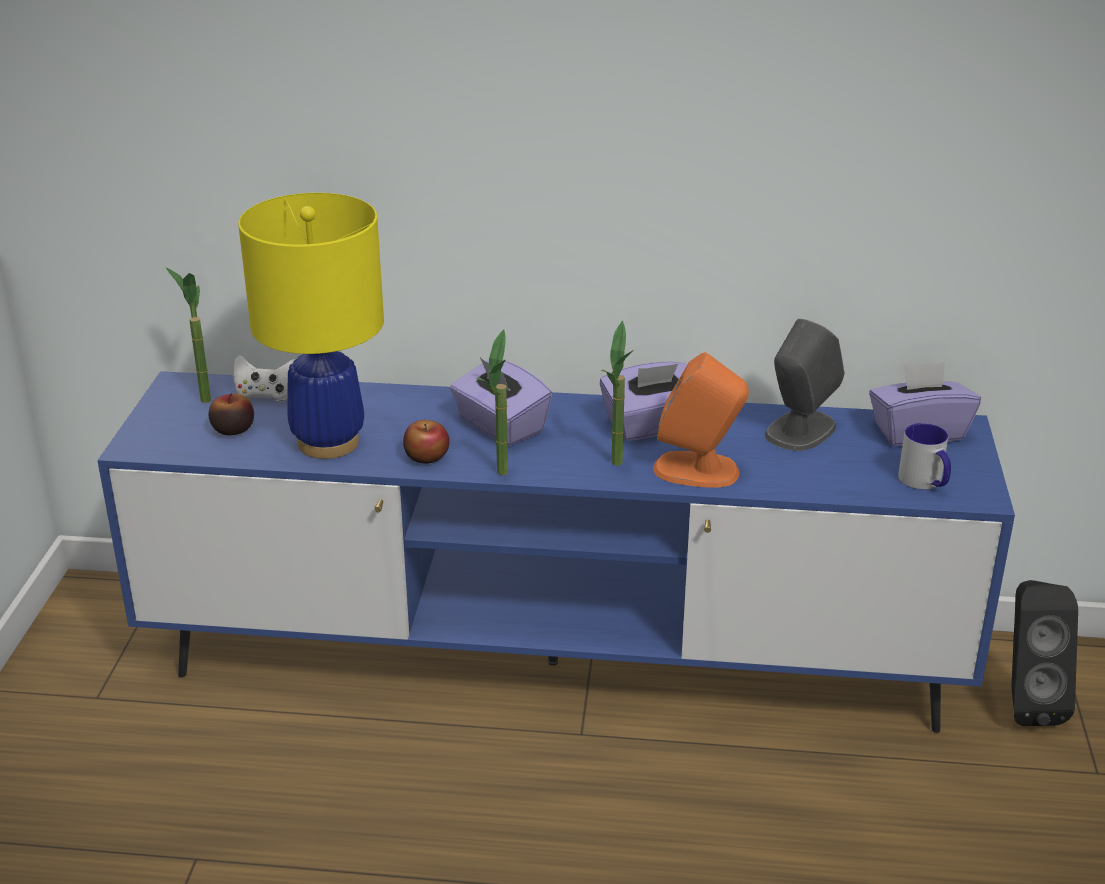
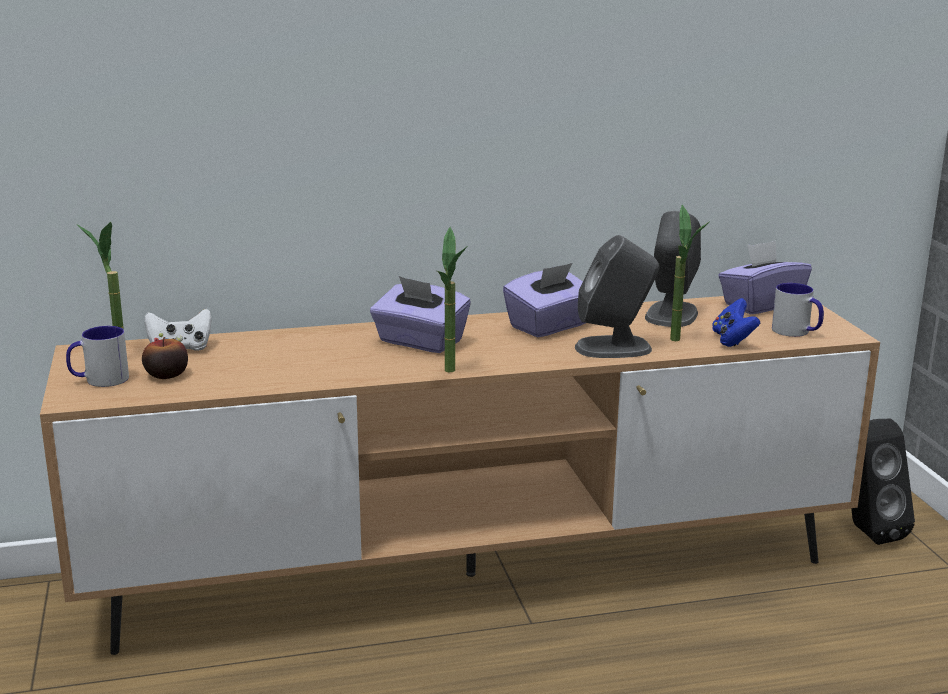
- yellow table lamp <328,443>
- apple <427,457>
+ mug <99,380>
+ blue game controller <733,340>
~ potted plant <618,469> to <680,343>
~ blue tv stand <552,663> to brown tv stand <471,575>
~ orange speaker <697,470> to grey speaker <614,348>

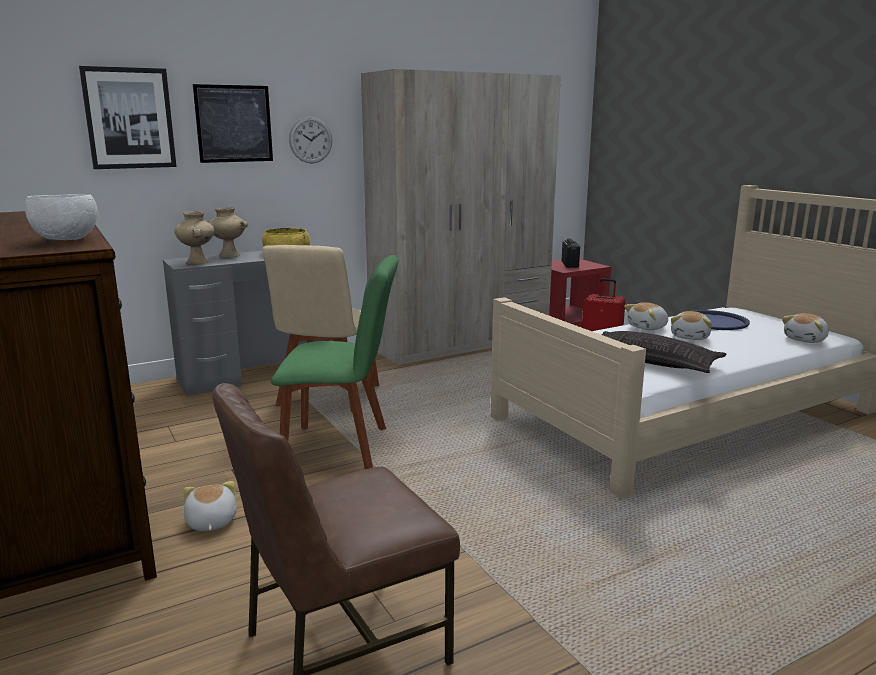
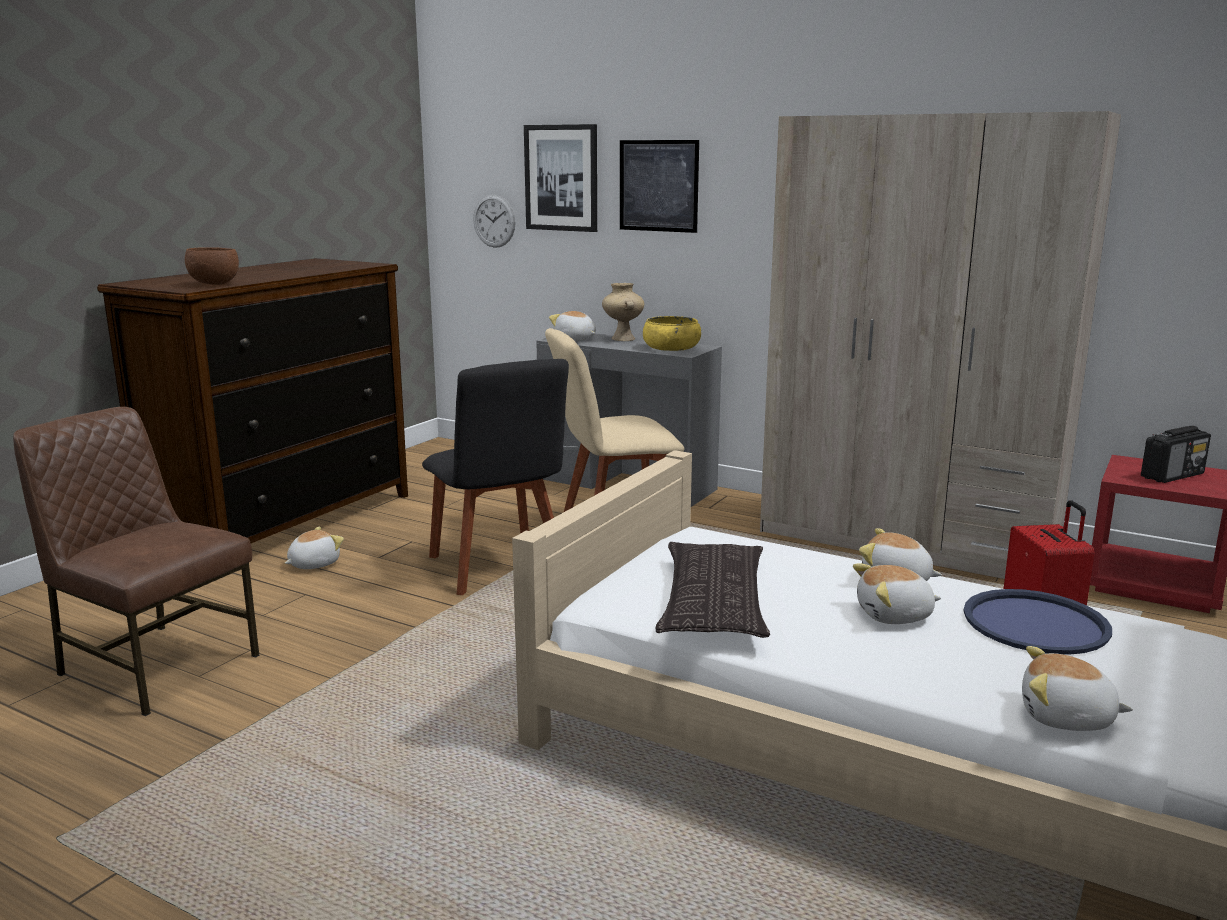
~ wall clock <310,140> to <494,221>
~ beige vase <198,262> to plush toy <575,339>
~ white bowl <67,240> to brown bowl <215,284>
~ green chair <342,448> to black chair <499,568>

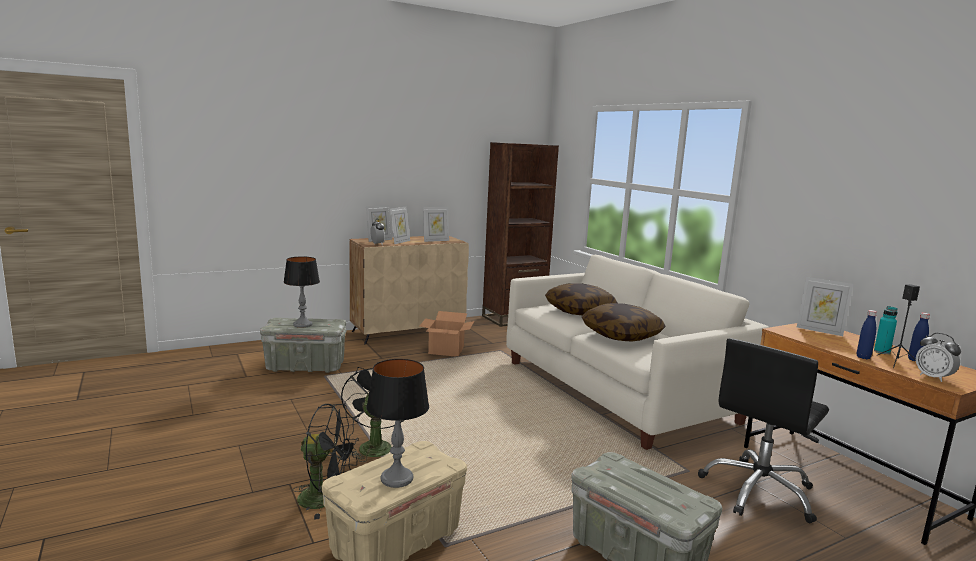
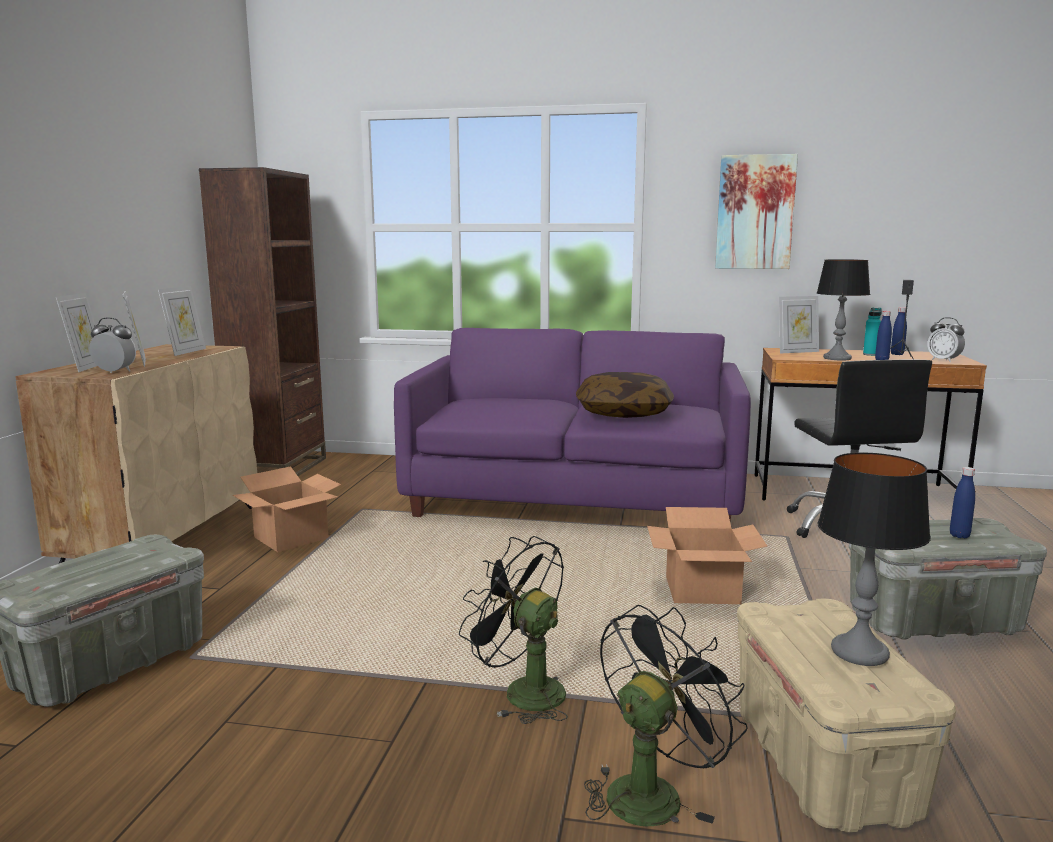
- pillow <579,311>
+ cardboard box <703,591>
+ picture <755,212>
+ blue bottle <959,535>
~ table lamp <303,324> to <837,358>
~ white sofa <616,391> to purple sofa <576,499>
~ alarm clock <933,377> = <943,360> 45 degrees clockwise

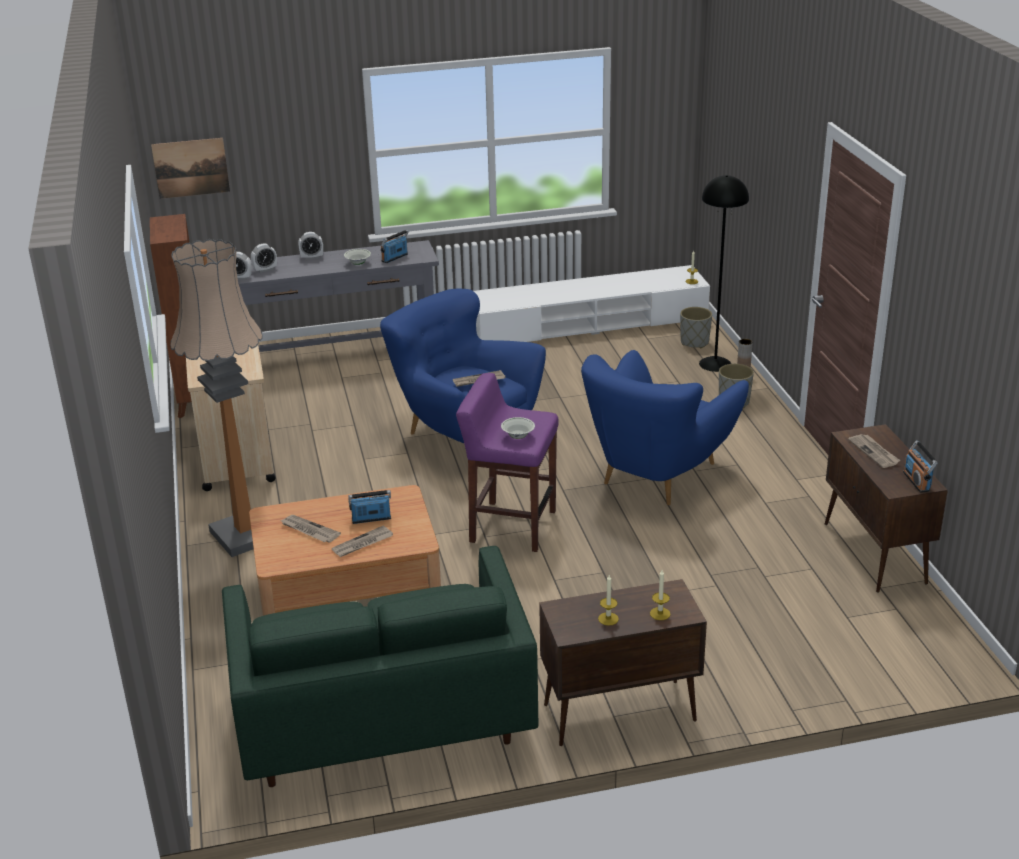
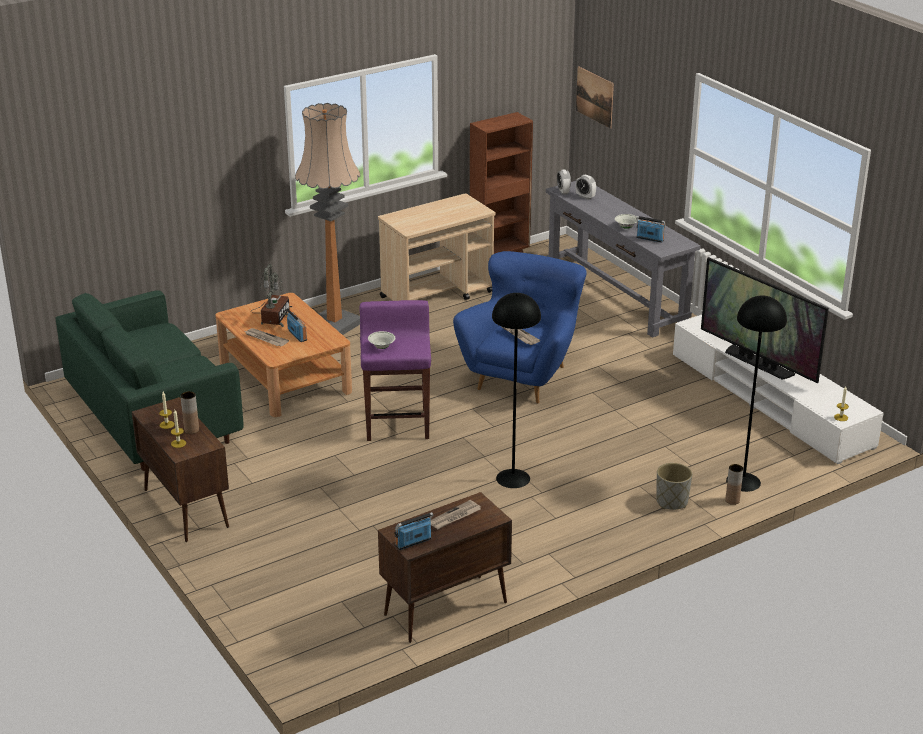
- alarm clock <312,257>
- grey planter <695,342>
+ brown vase <191,430>
+ television <758,363>
~ newspaper <309,530> to table lamp <274,317>
~ blue armchair <656,474> to black floor lamp <512,478>

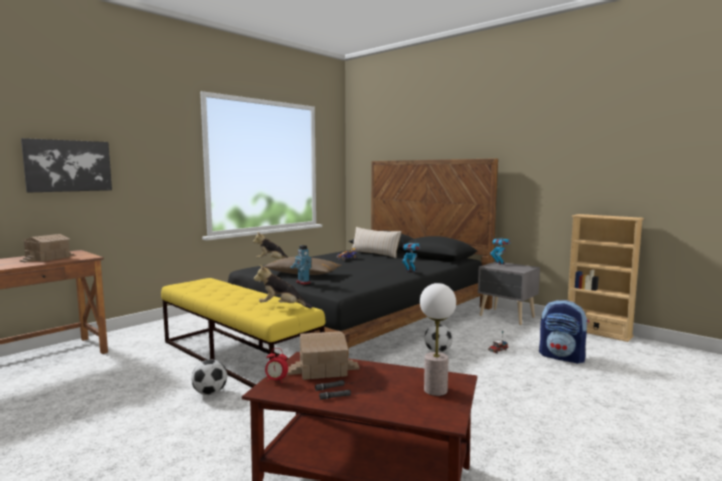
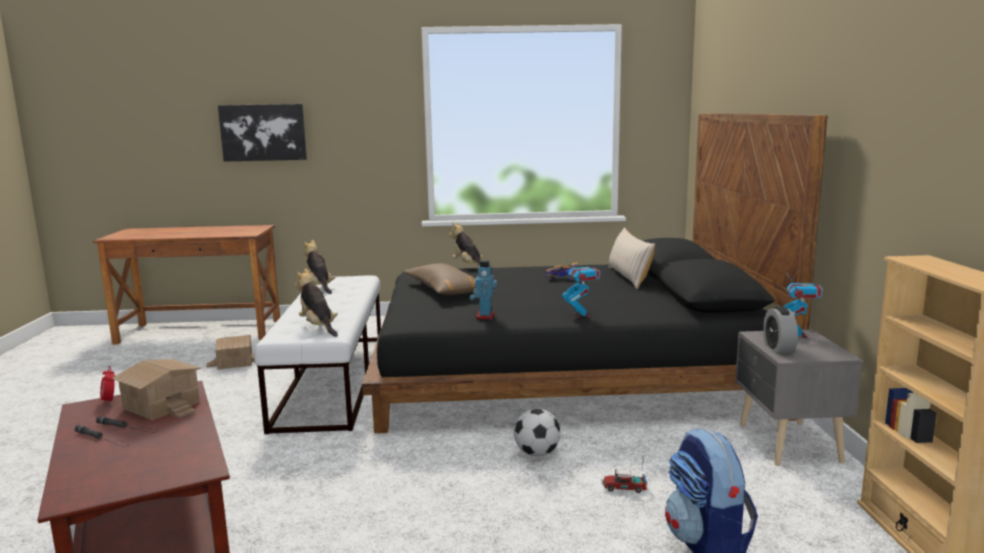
- football <210,393>
- table lamp <435,390>
+ plush toy <320,287>
+ alarm clock <778,349>
~ toy house <47,258> to <235,362>
~ toy robot <303,283> to <484,316>
~ yellow bench <238,358> to white bench <332,380>

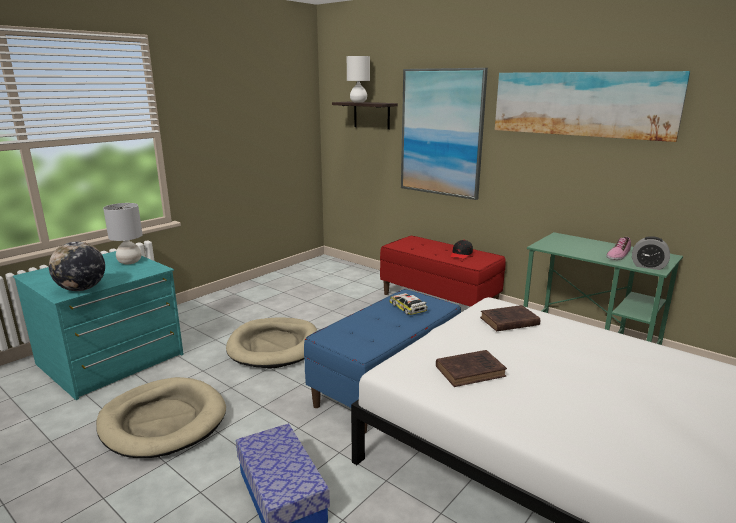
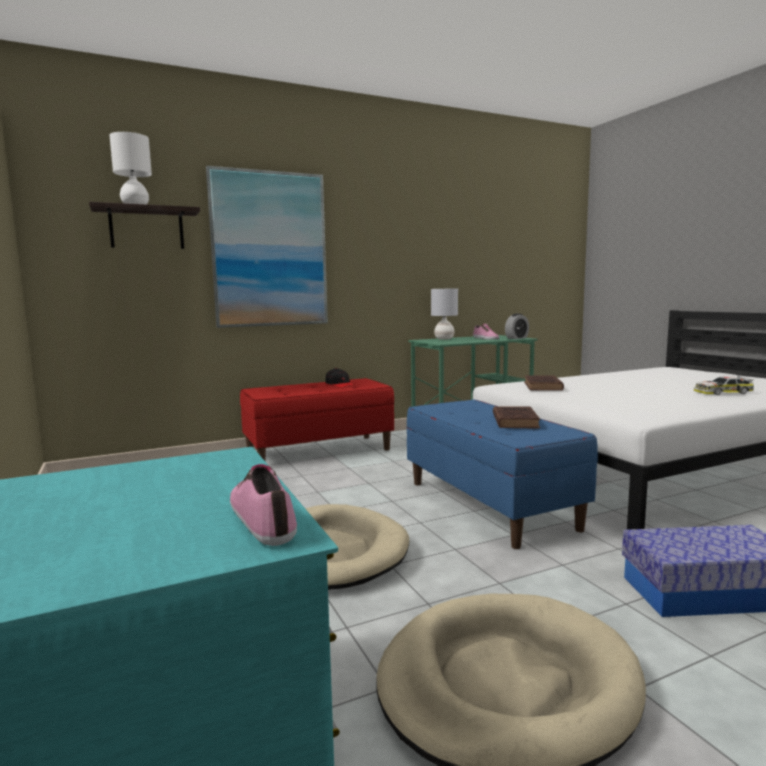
- picture <581,104>
~ grey table lamp <129,262> to <444,339>
~ toy car <407,308> to <722,392>
~ brown book <471,371> to <515,421>
~ globe <82,289> to shoe <264,517>

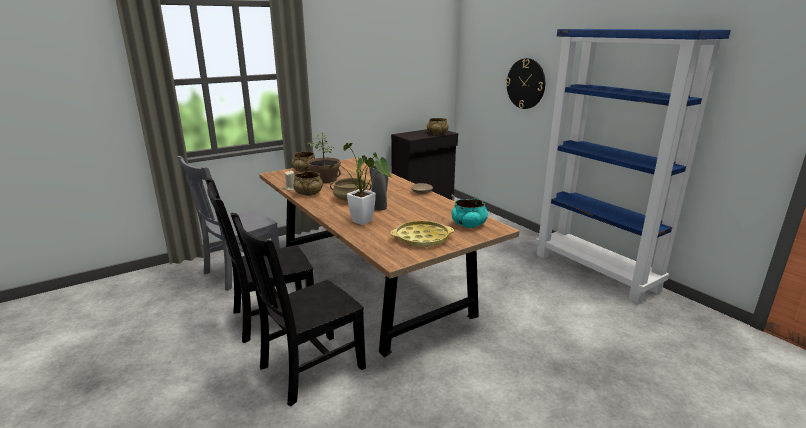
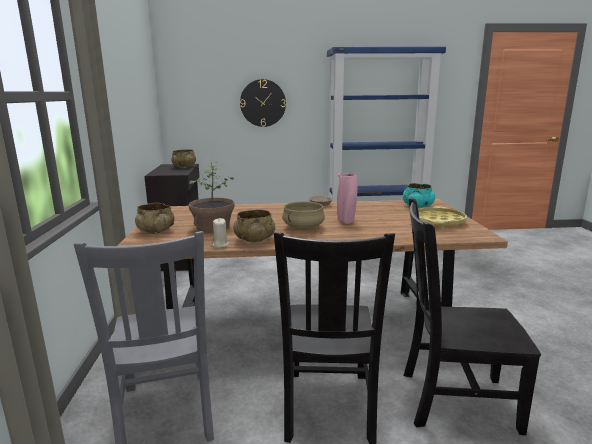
- potted plant <365,222>
~ grey vase <379,208> to pink vase <346,222>
~ black chair <308,369> = <454,400> 105 degrees clockwise

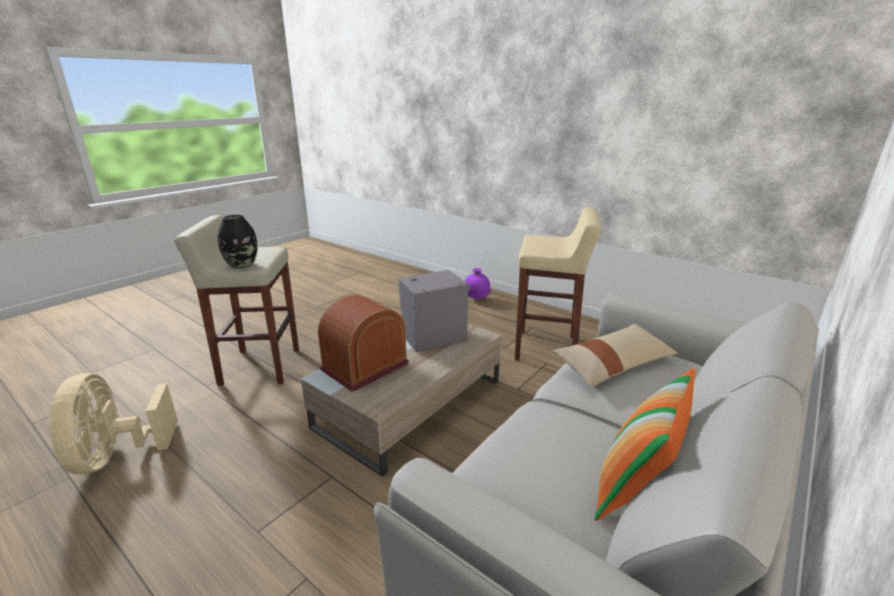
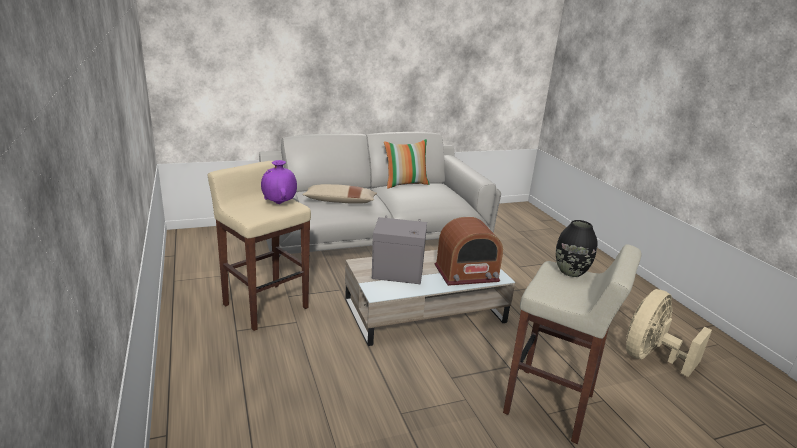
~ purple vase <476,299> to <279,203>
~ beige fan <117,455> = <650,357> 150 degrees counterclockwise

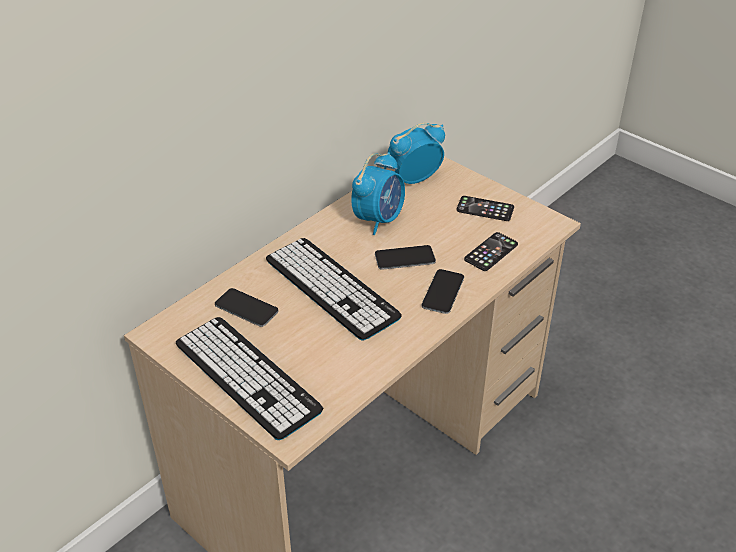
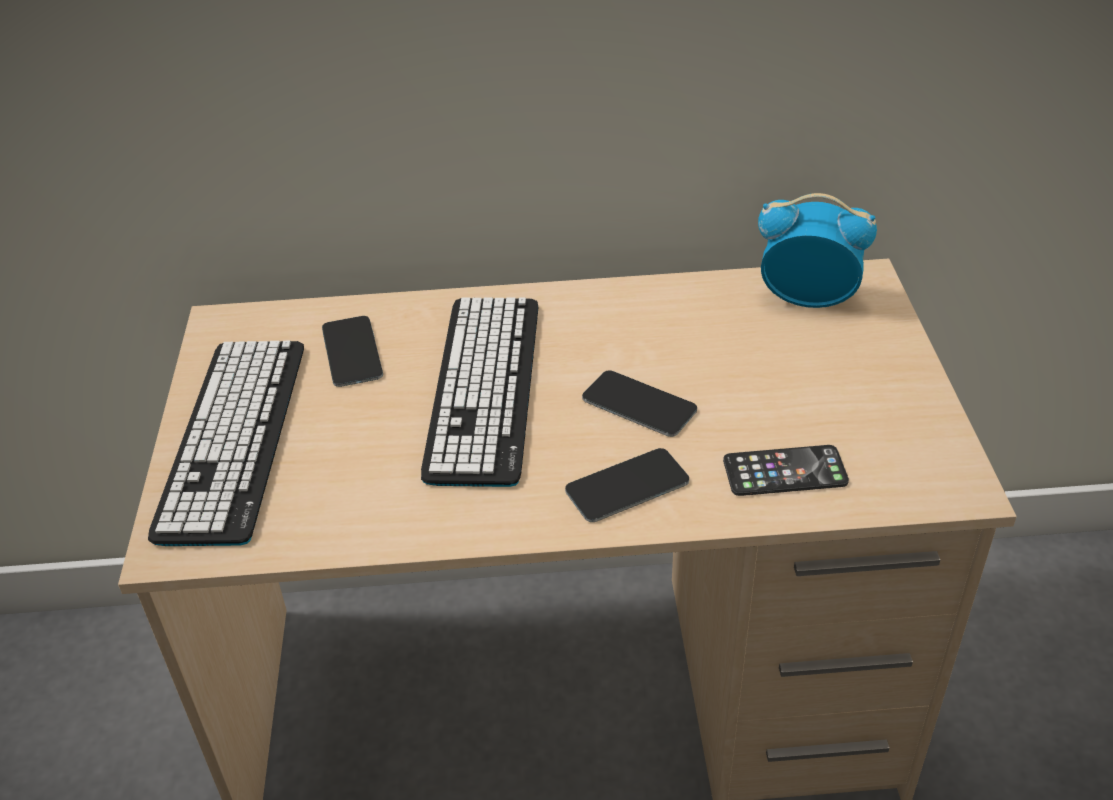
- alarm clock <379,219>
- phone <485,209>

